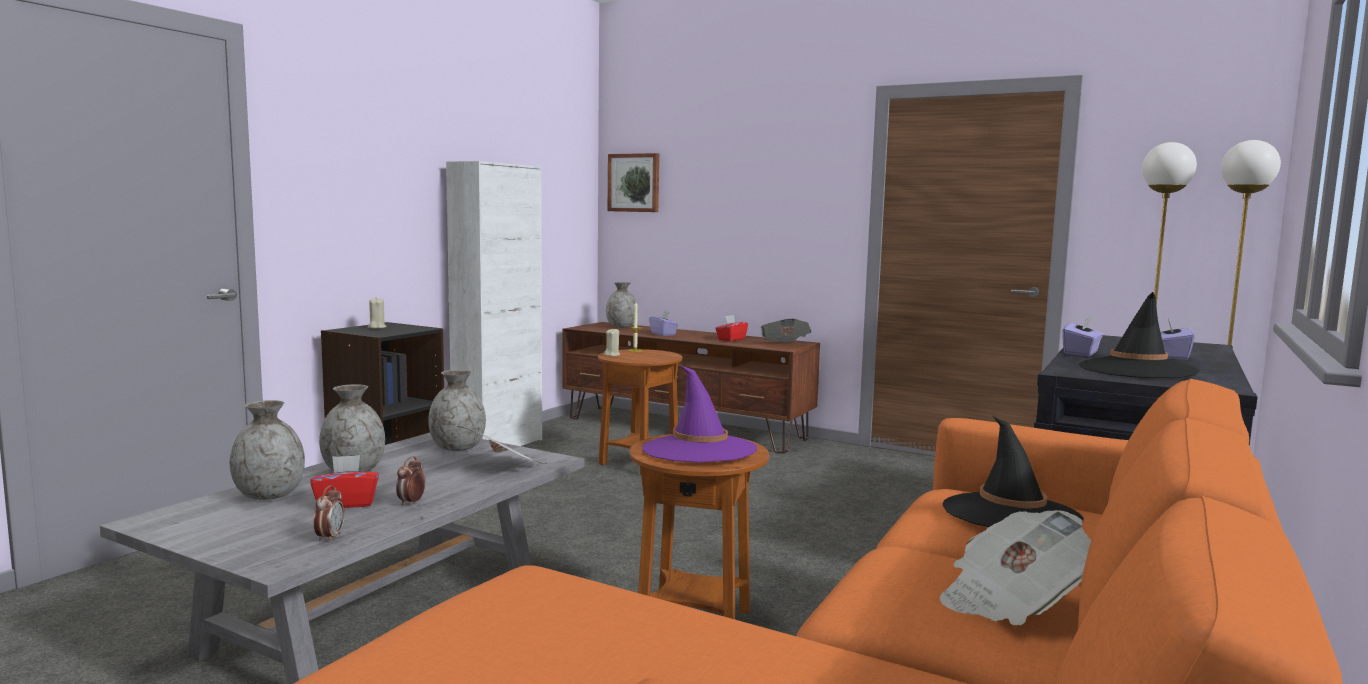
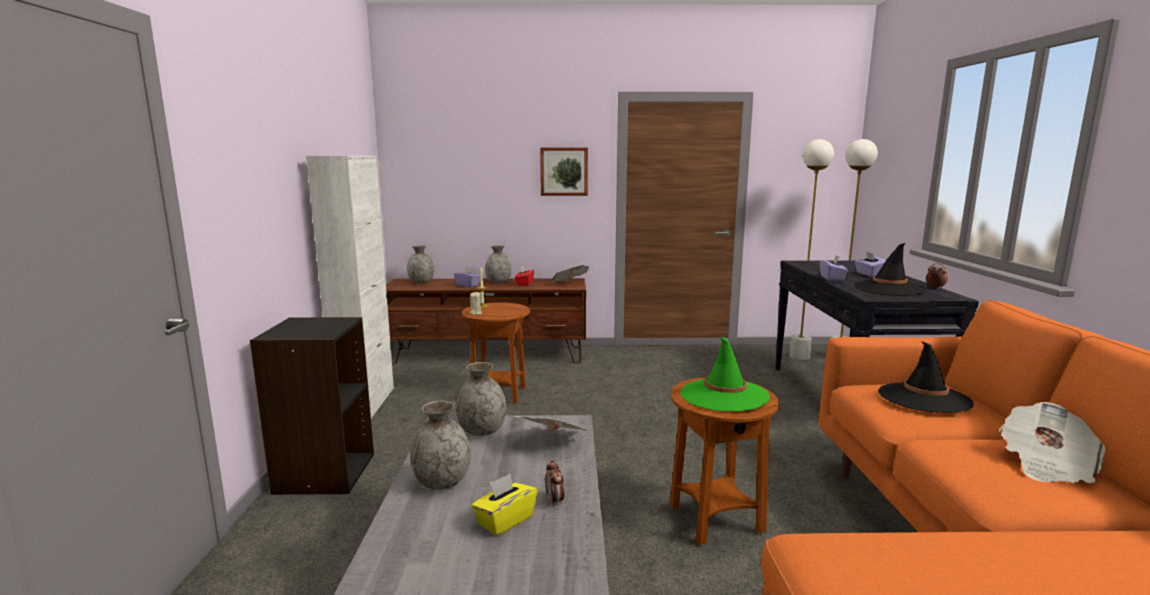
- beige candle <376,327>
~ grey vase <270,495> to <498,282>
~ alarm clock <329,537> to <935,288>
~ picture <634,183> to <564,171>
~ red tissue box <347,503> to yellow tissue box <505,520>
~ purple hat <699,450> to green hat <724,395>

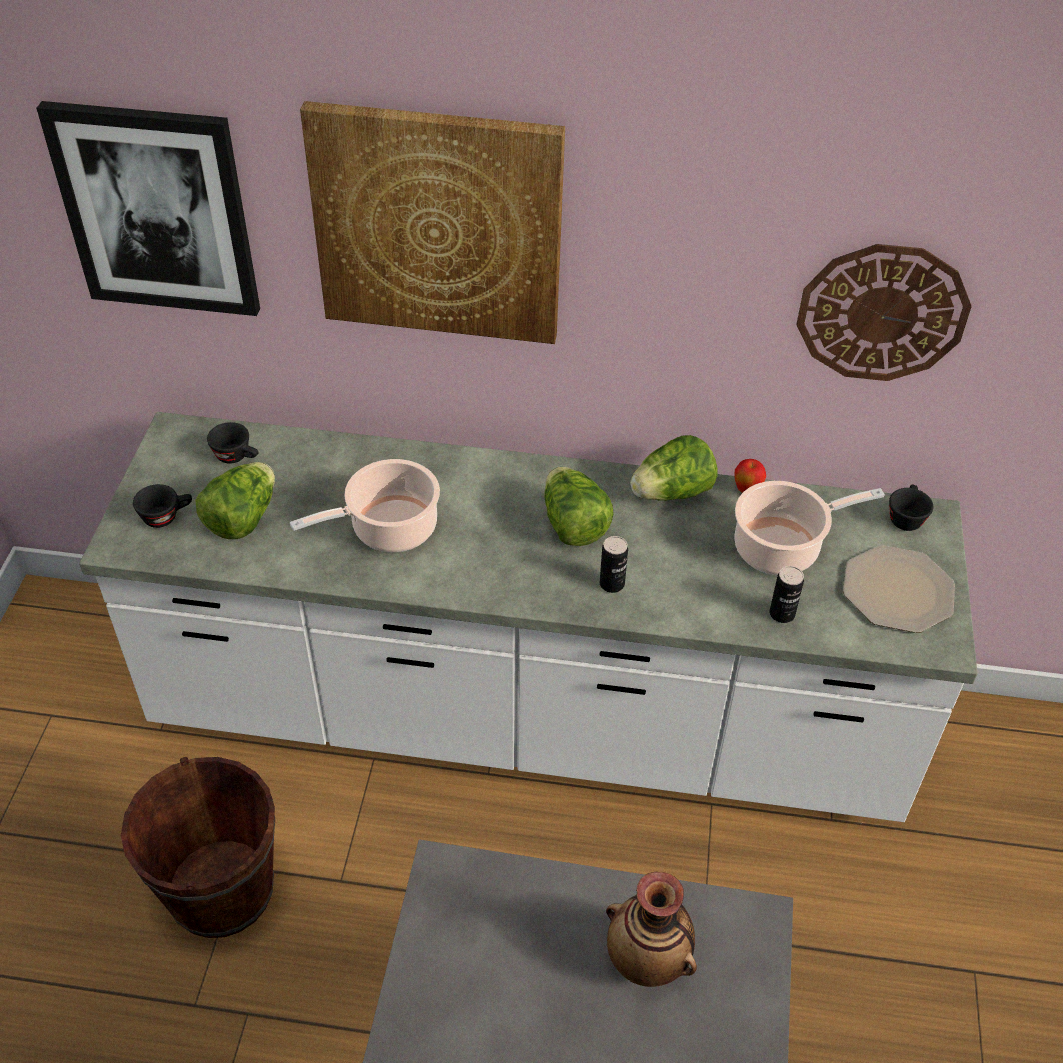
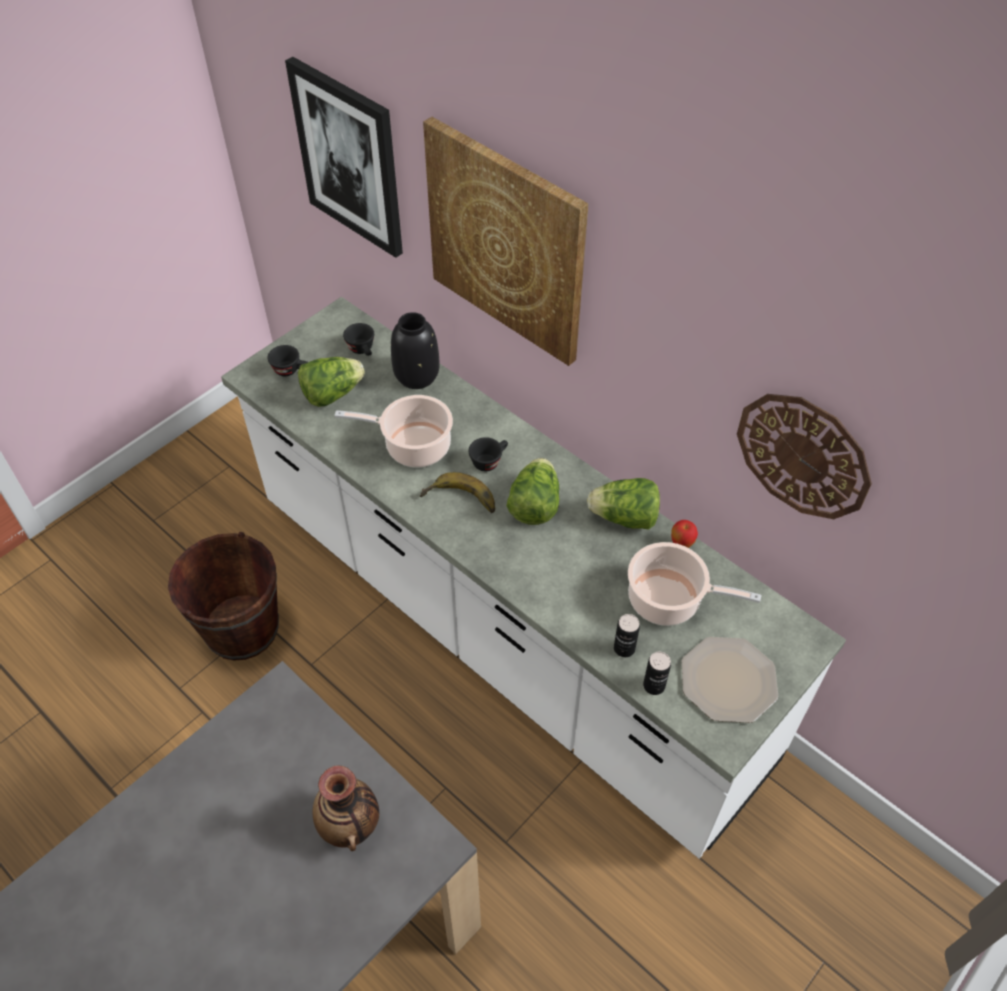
+ black vase <416,376>
+ banana <459,502>
~ can <612,584> to <654,685>
~ black cup <905,517> to <489,461>

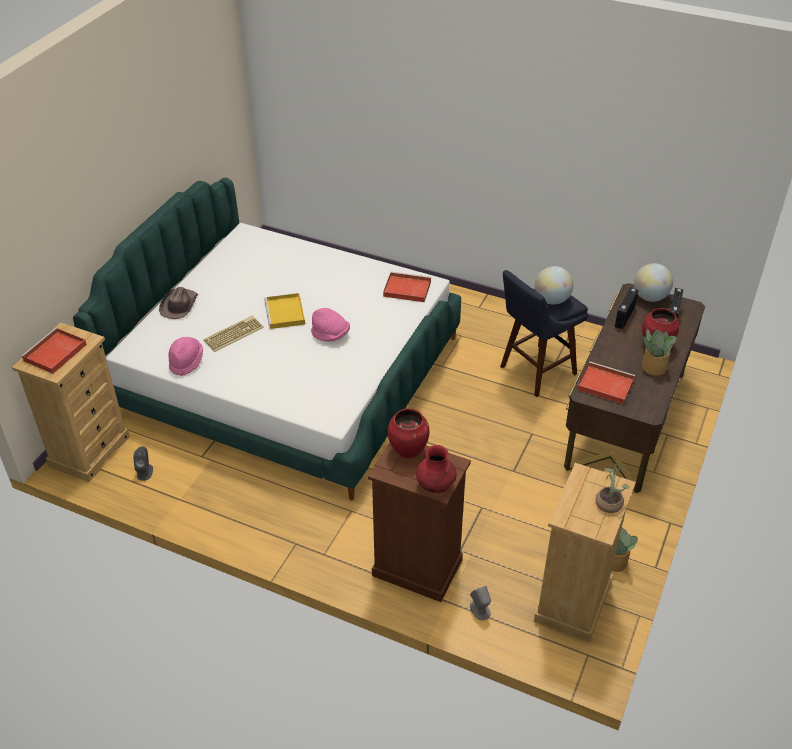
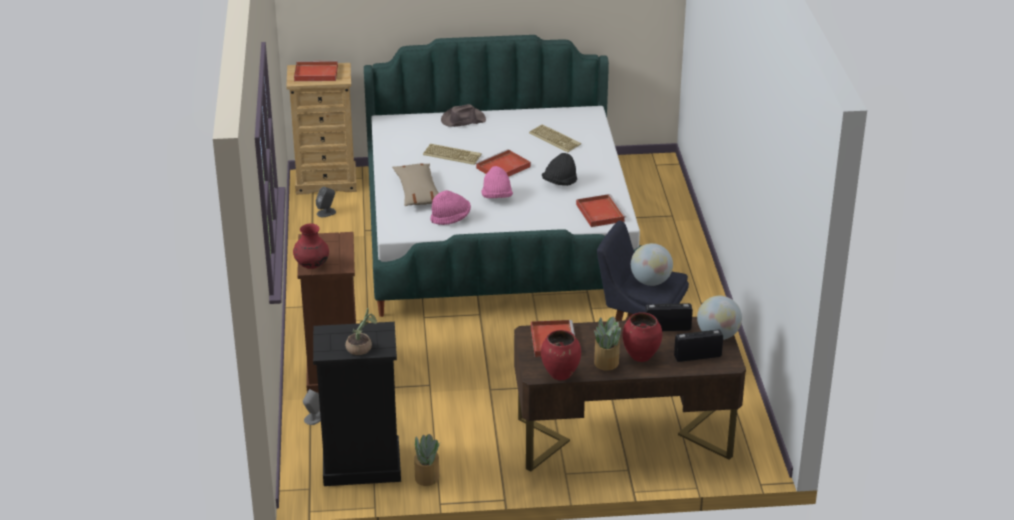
+ beige pillow <418,192>
+ keyboard <555,139>
+ black hat <559,183>
~ pink hat <186,362> to <450,218>
~ red vase <408,451> to <561,375>
~ yellow tray <285,313> to red tray <502,168>
~ beige dresser <573,602> to black dresser <361,465>

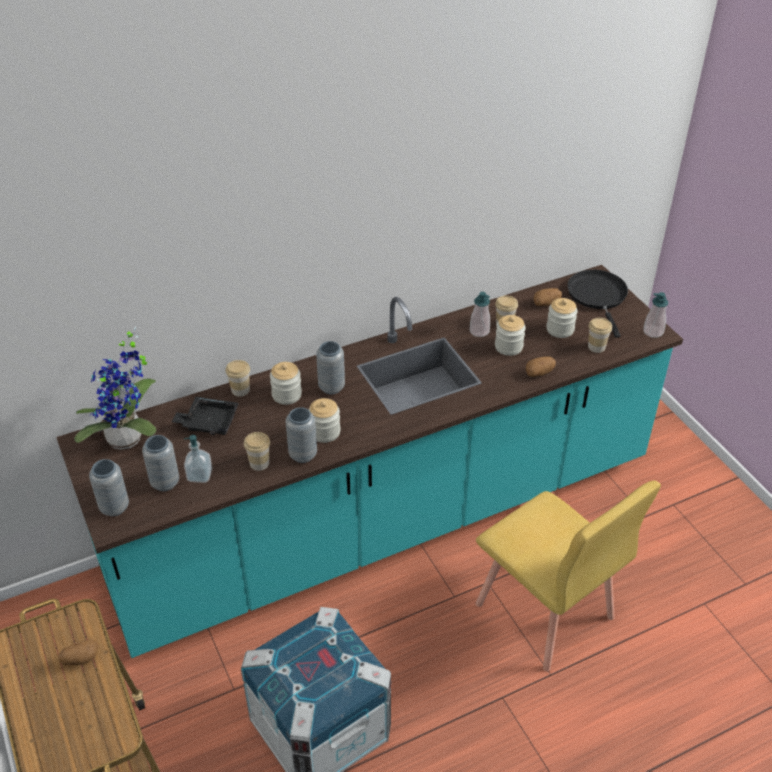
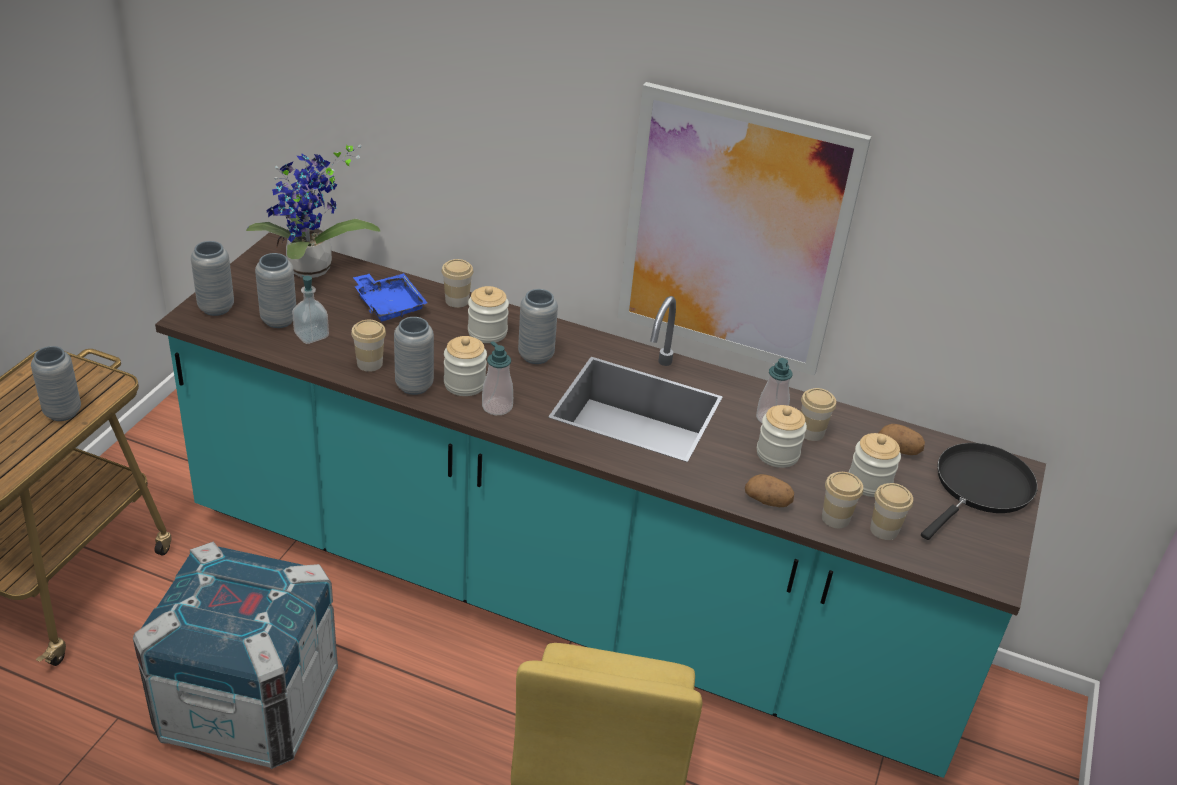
+ picture <734,232>
+ cup <835,518>
~ soap dispenser <653,332> to <497,406>
~ potato <80,659> to grey vase <62,412>
~ black tray <209,422> to blue tray <389,304>

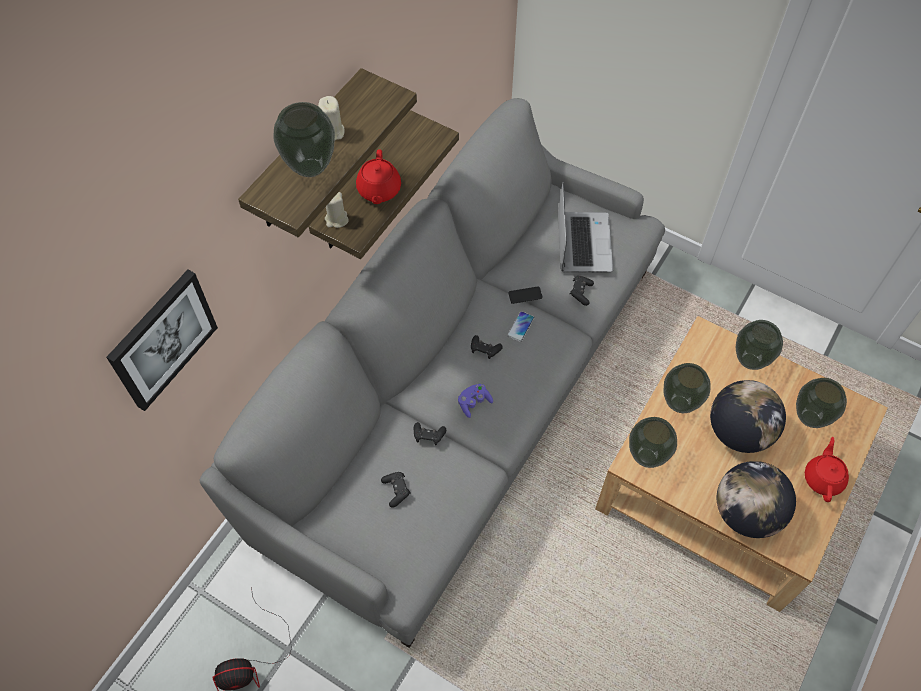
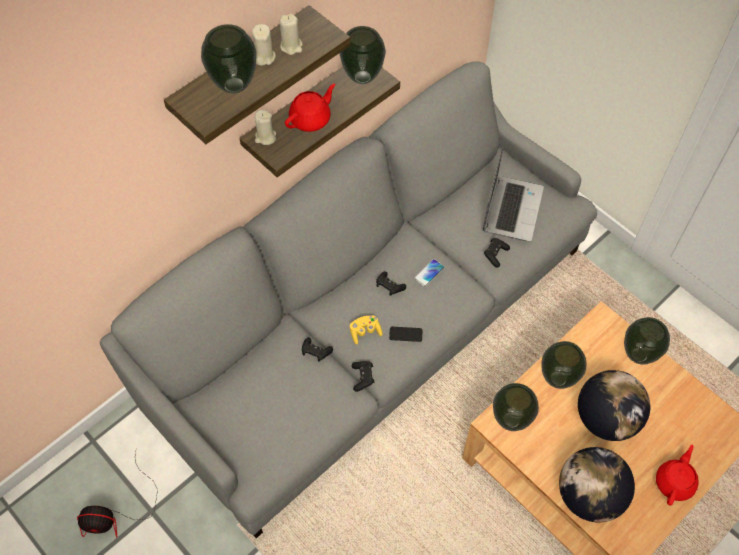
- picture <162,339>
+ beige candle <291,46>
~ black game controller <396,490> to <363,377>
~ phone <525,295> to <405,334>
~ vase <810,417> to <363,77>
~ purple game controller <474,403> to yellow game controller <365,332>
~ red teapot <379,190> = <311,119> 150 degrees counterclockwise

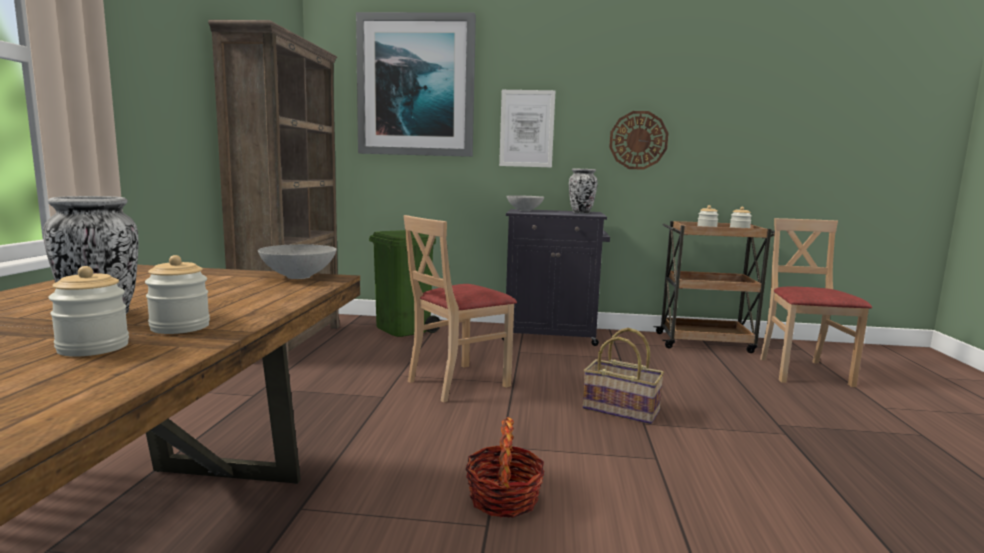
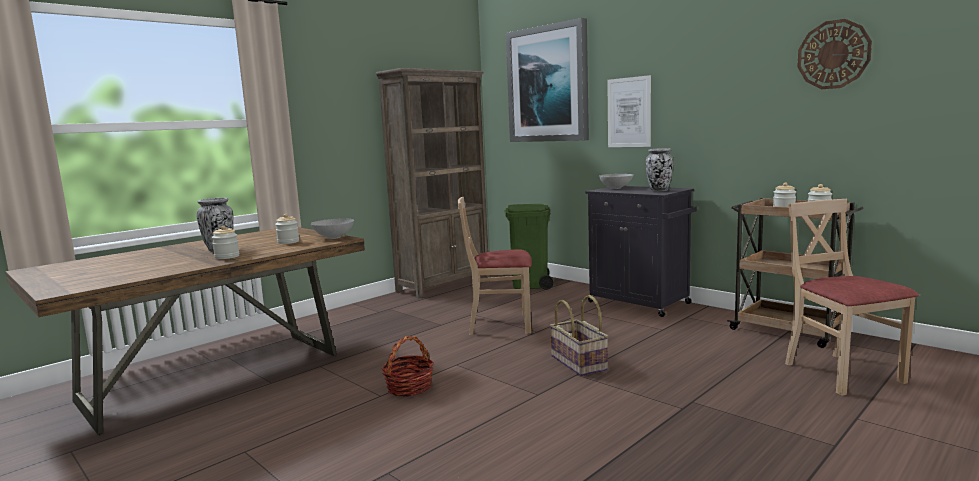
~ jar <93,347> to <288,242>
~ wall clock <638,140> to <833,54>
~ beige chair <803,372> = <841,373> 60 degrees counterclockwise

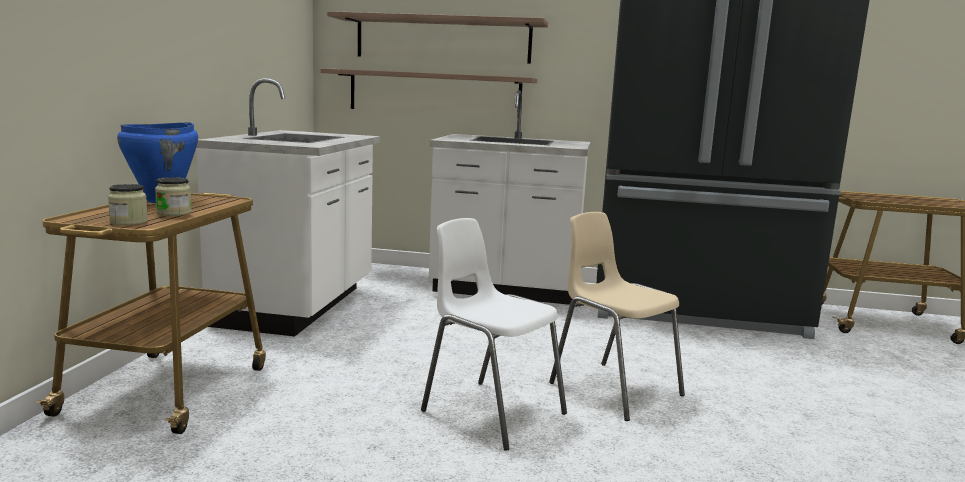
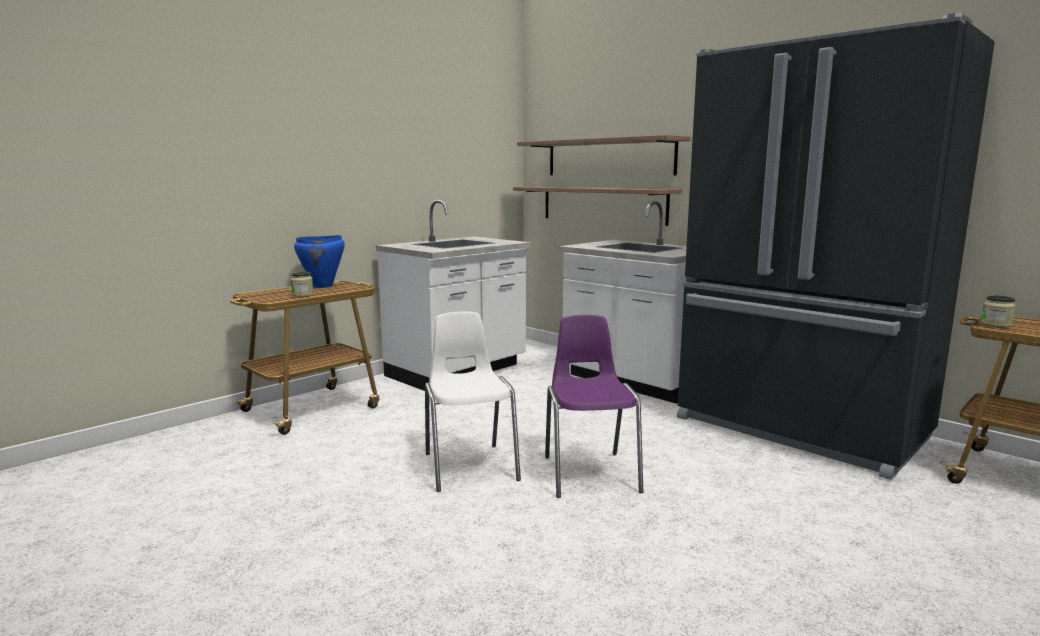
~ jar <129,222> to <996,324>
~ beige chair <612,388> to purple chair <590,473>

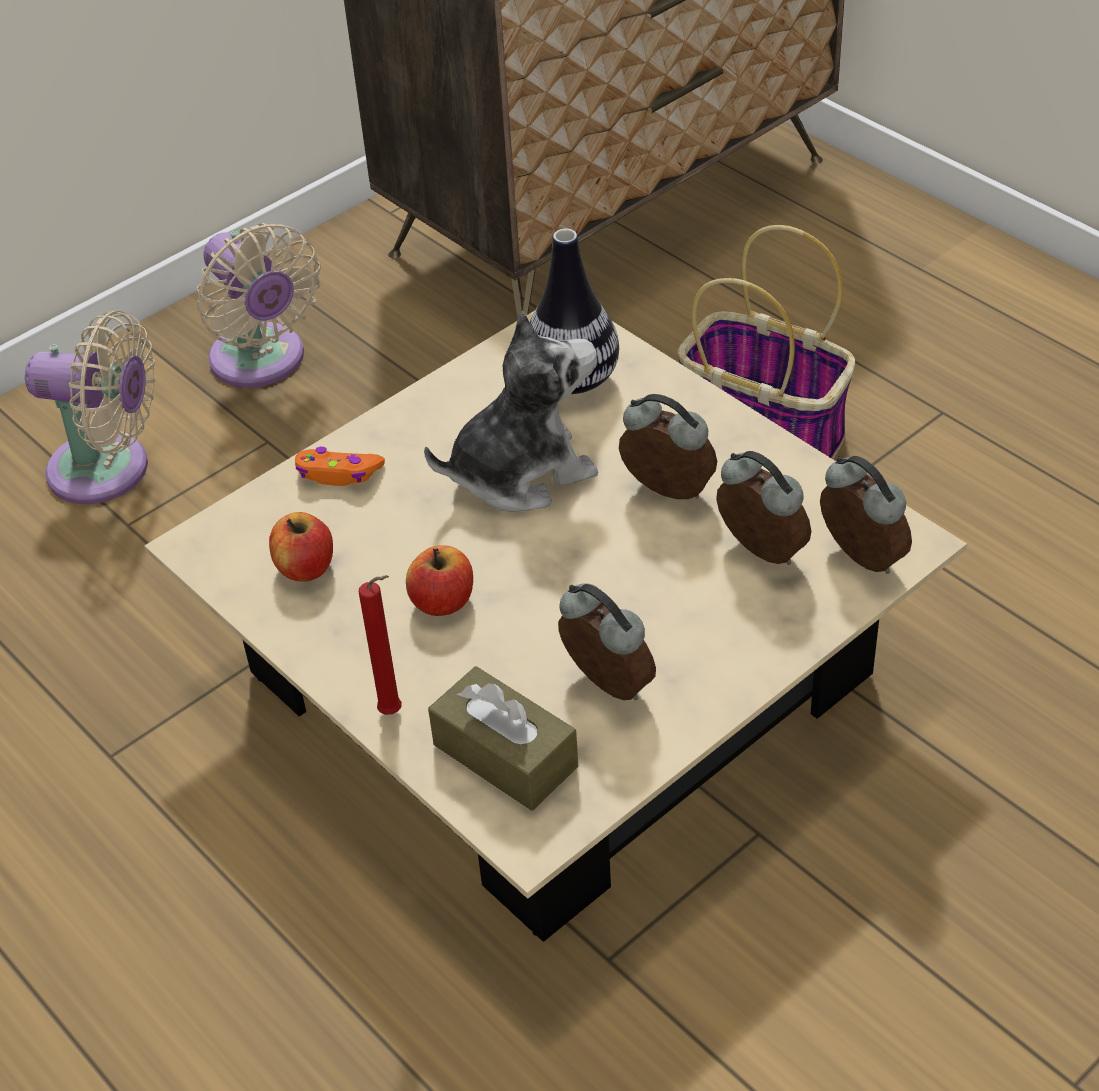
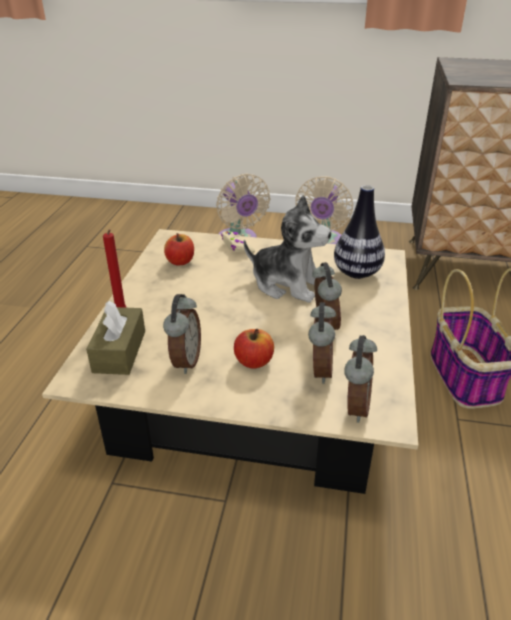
~ apple <443,601> to <254,361>
~ orange game controller <338,473> to beige game controller <236,247>

